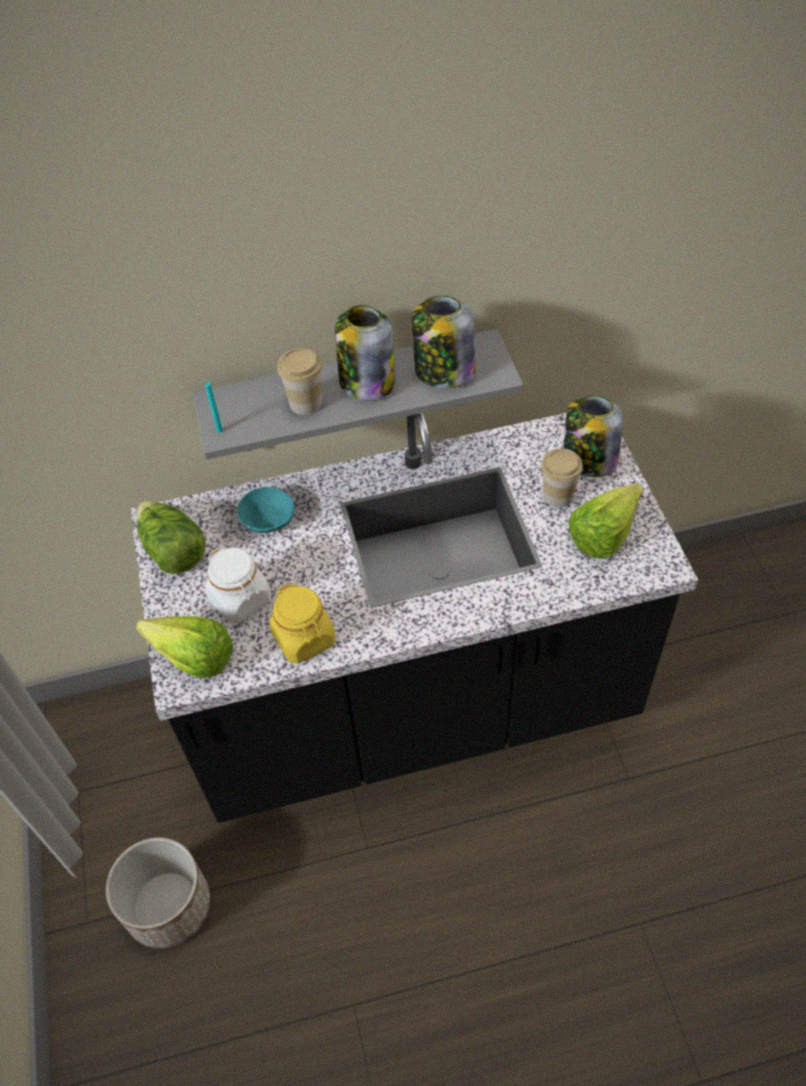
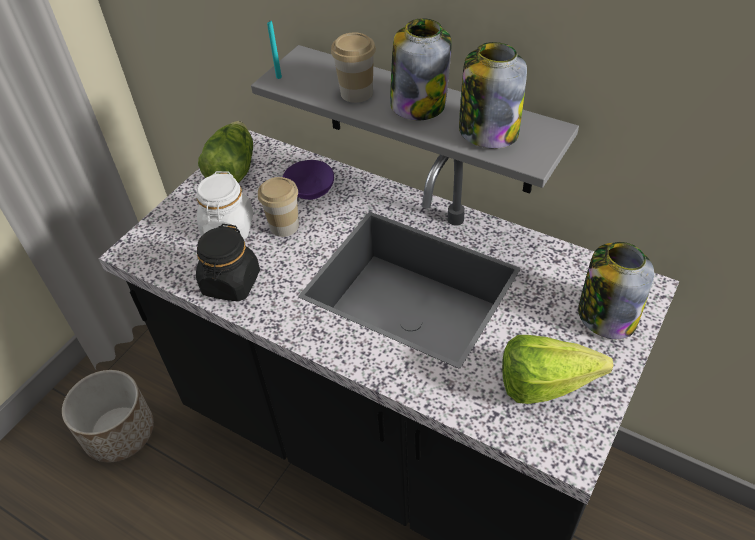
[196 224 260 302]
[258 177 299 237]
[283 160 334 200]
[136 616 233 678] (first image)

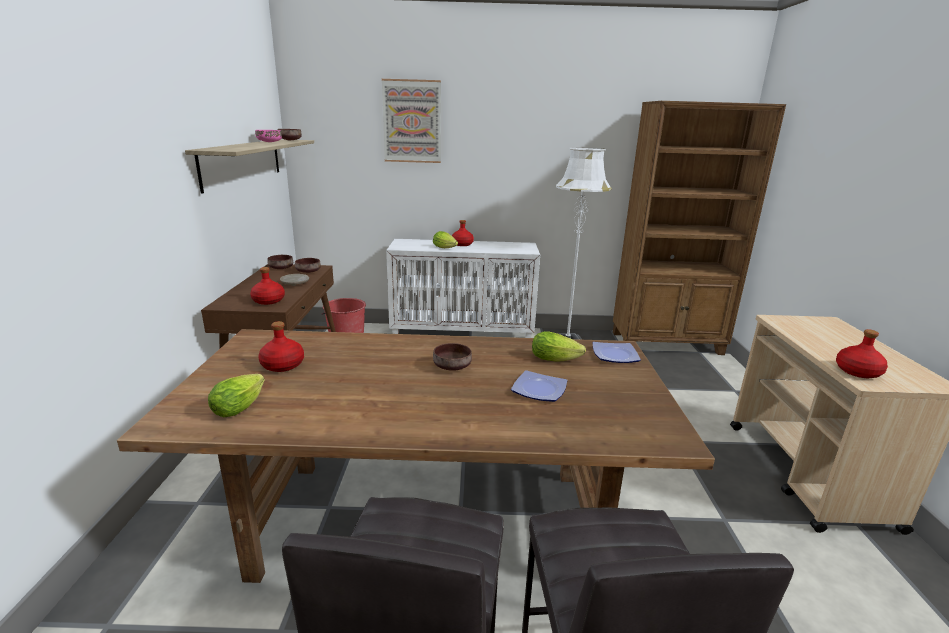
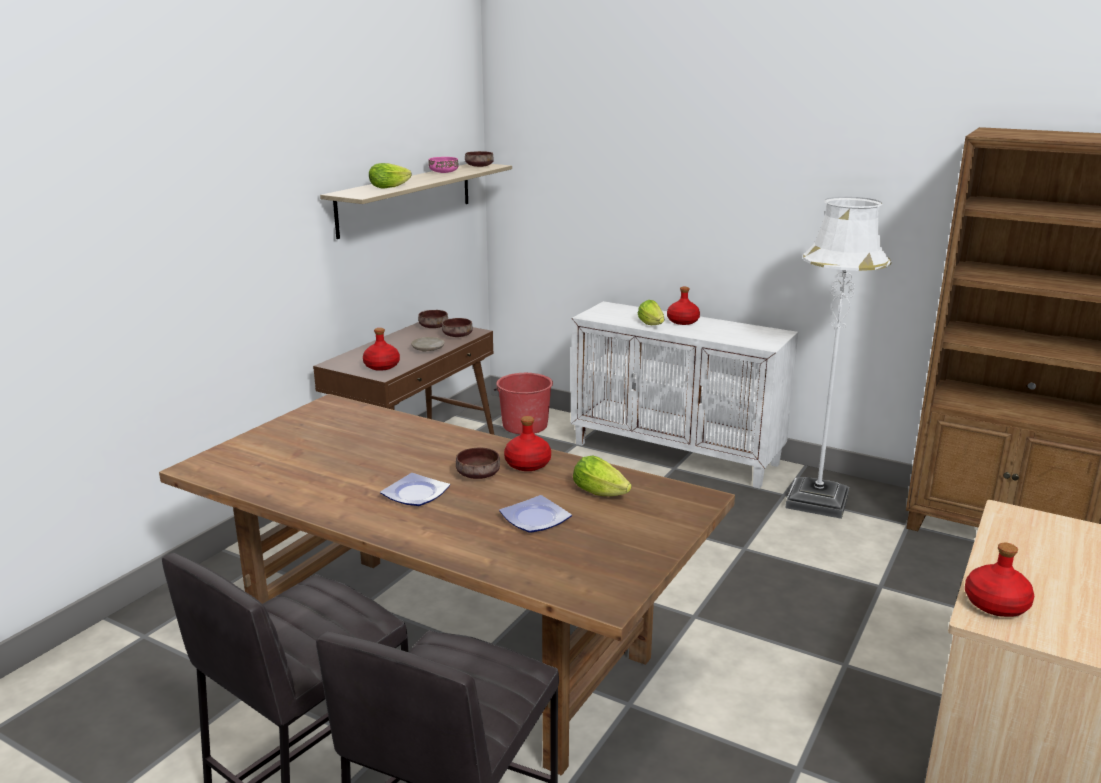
[369 163 412 189]
[380 473 450 506]
[504 416 551 471]
[382 79 441 163] (first image)

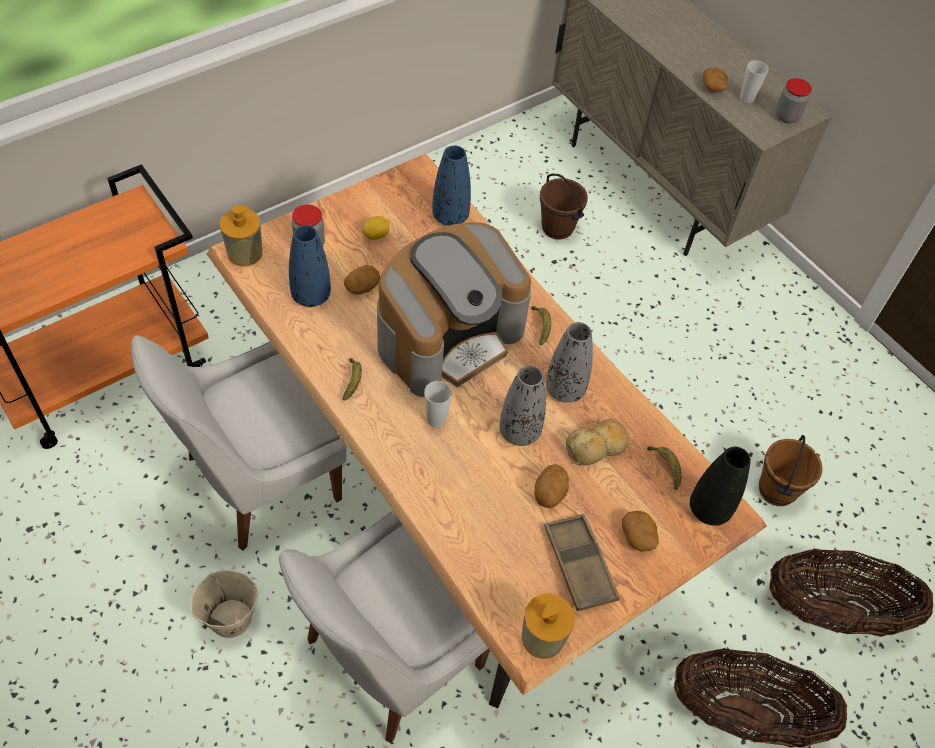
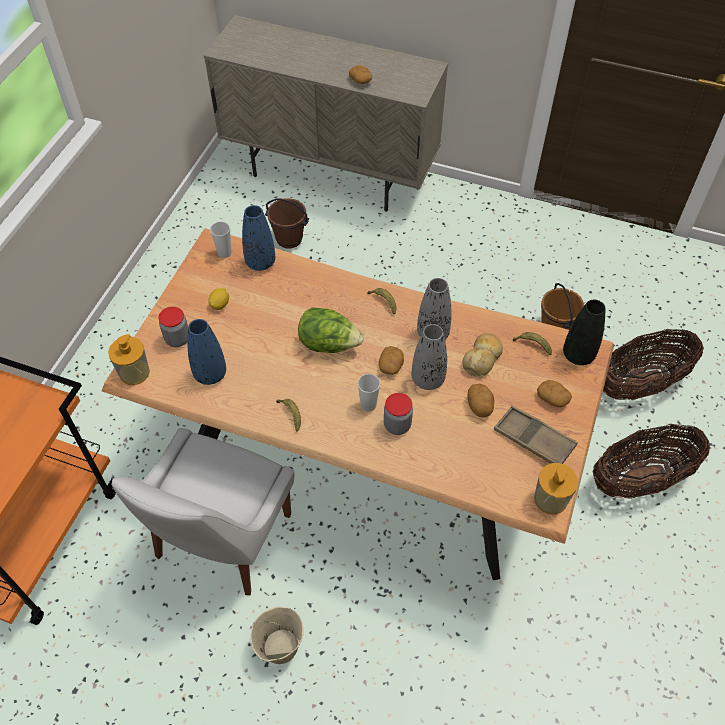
[210 221 232 258]
[298 307 363 353]
[379 346 404 375]
[384 393 413 435]
[279 510 490 743] (first image)

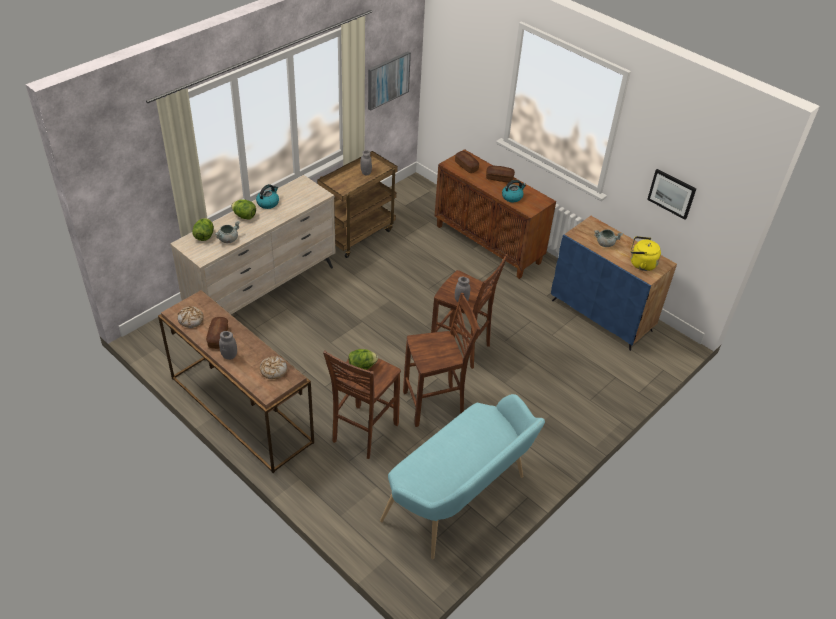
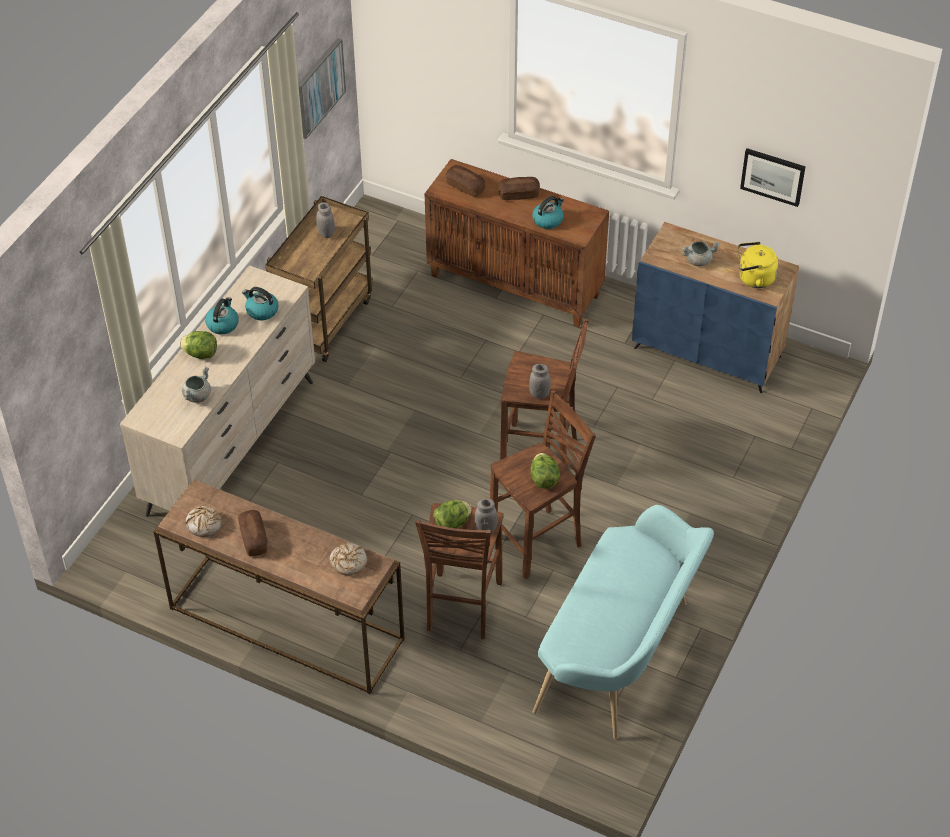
[242 287 279 320]
[474 499 497 533]
[531 453 560 489]

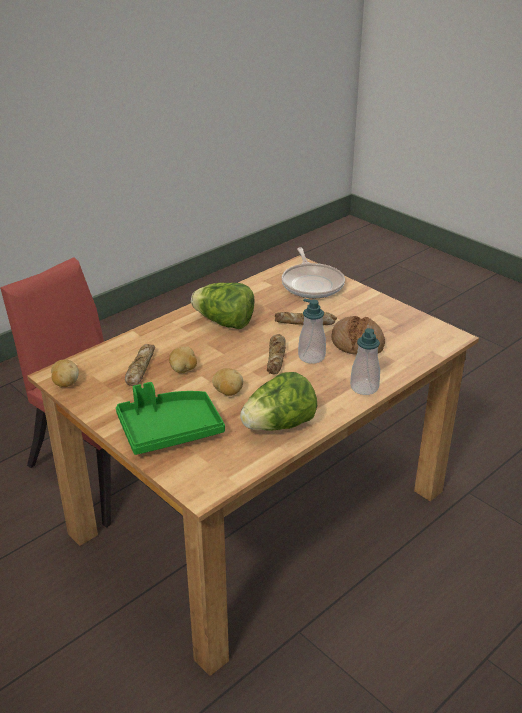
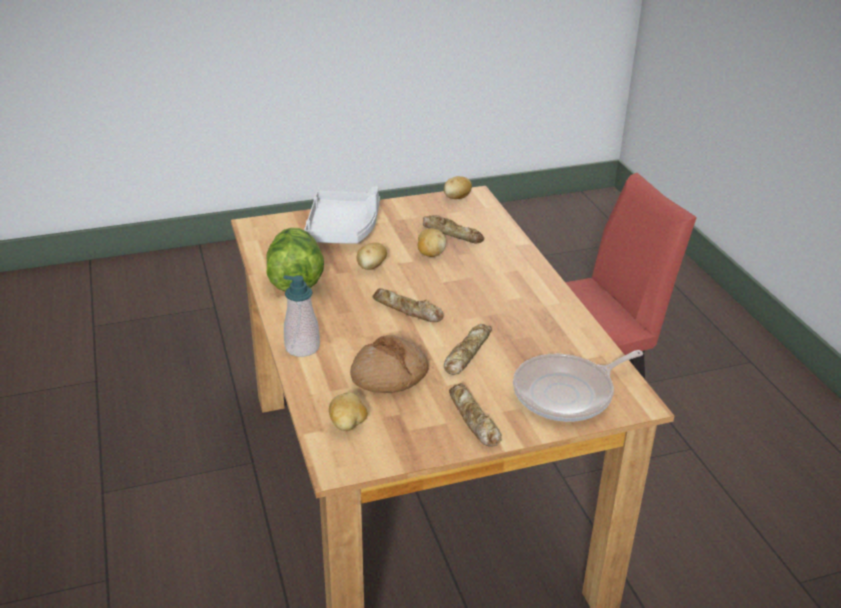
[304 187 380 244]
[329 392 368 431]
[449 383 501 447]
[513 350 643 422]
[191 283 255 329] (first image)
[298 298 326 364] (first image)

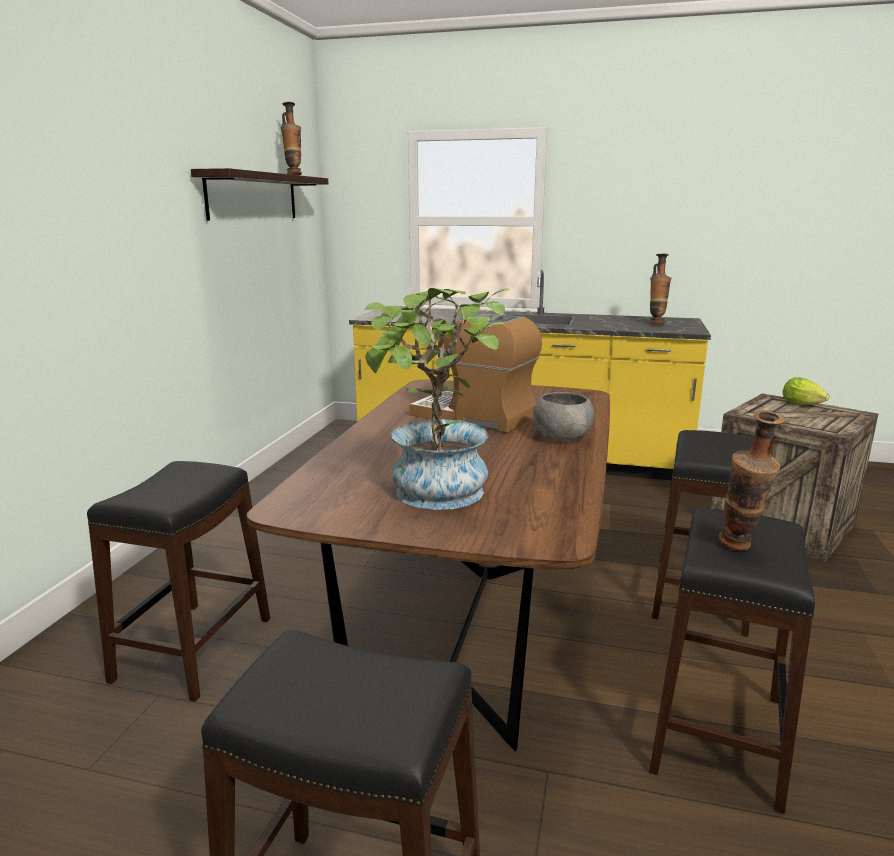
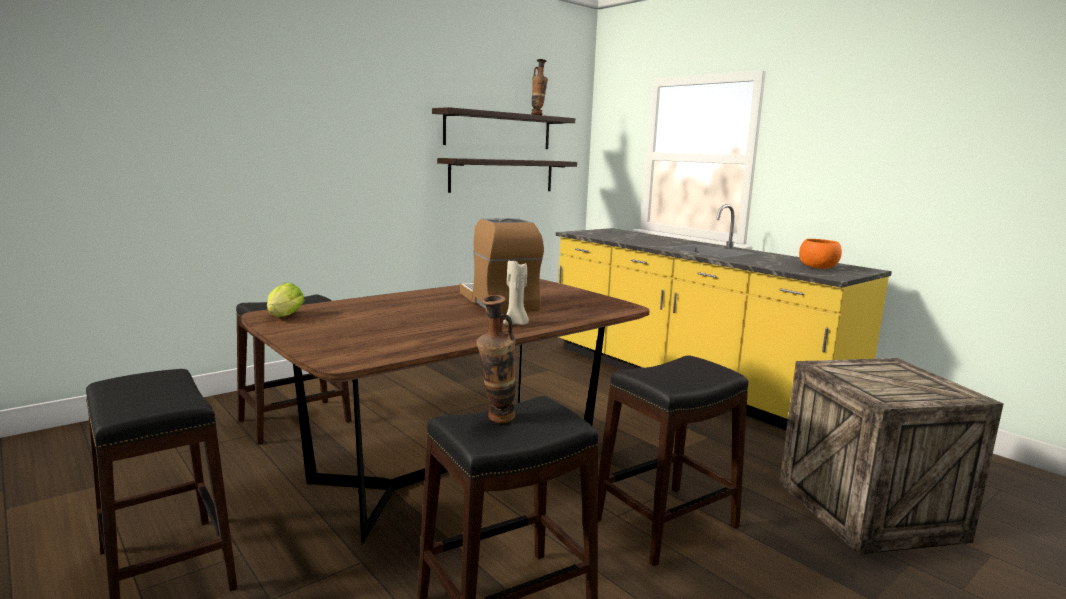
[267 282 305 317]
[437 158 577 193]
[503 260 529 325]
[799 239 842 269]
[364 288 509 510] (first image)

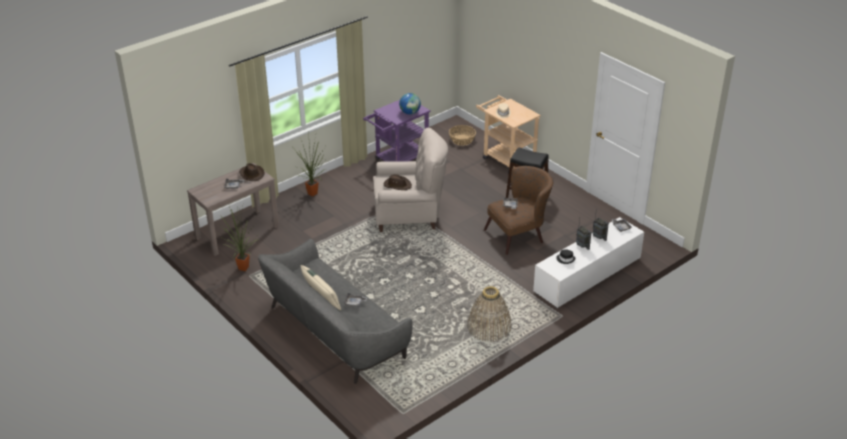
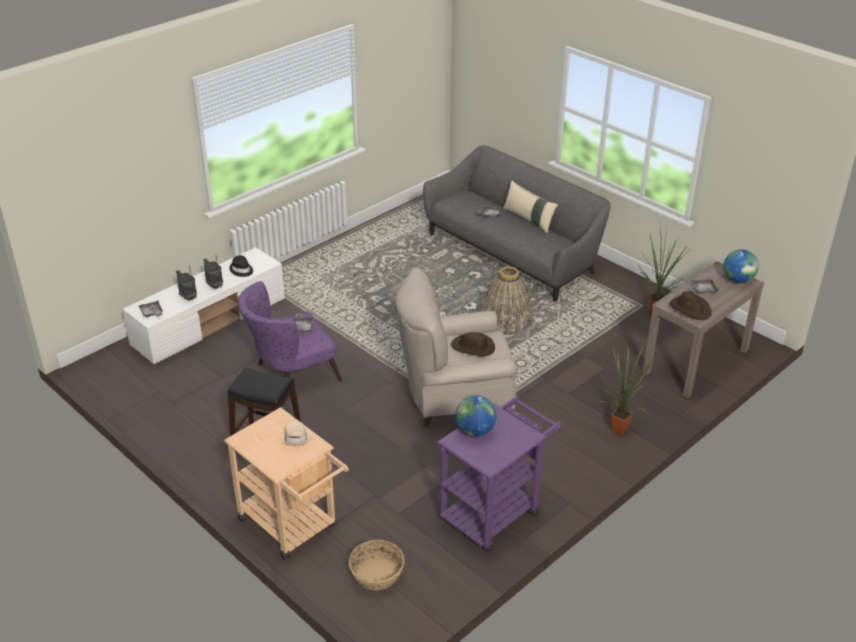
[238 281 342 381]
[481 267 533 334]
[723 249 759 283]

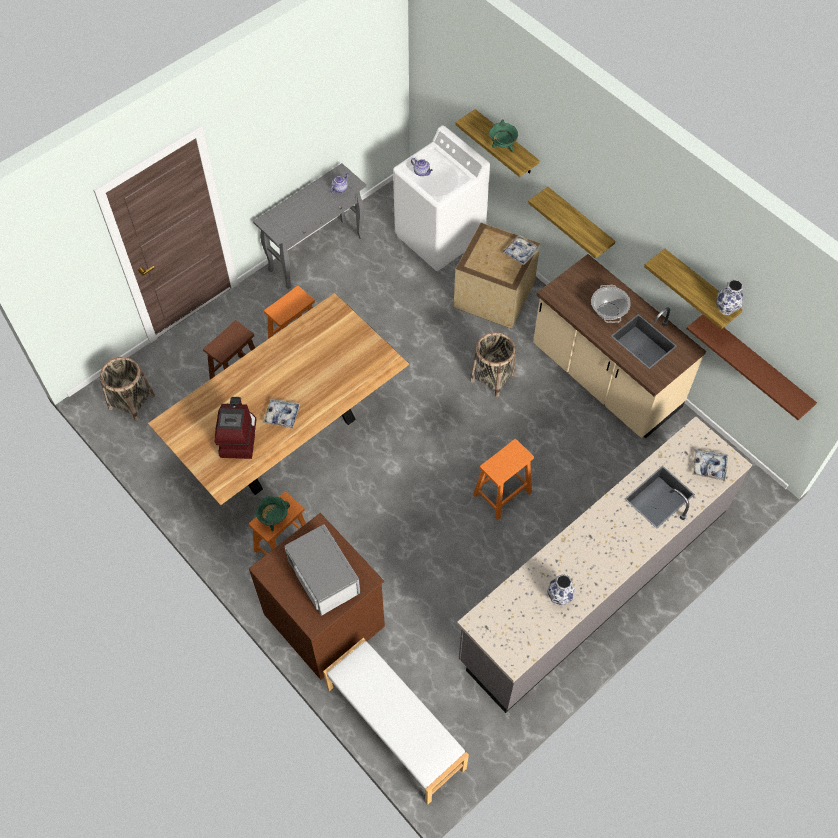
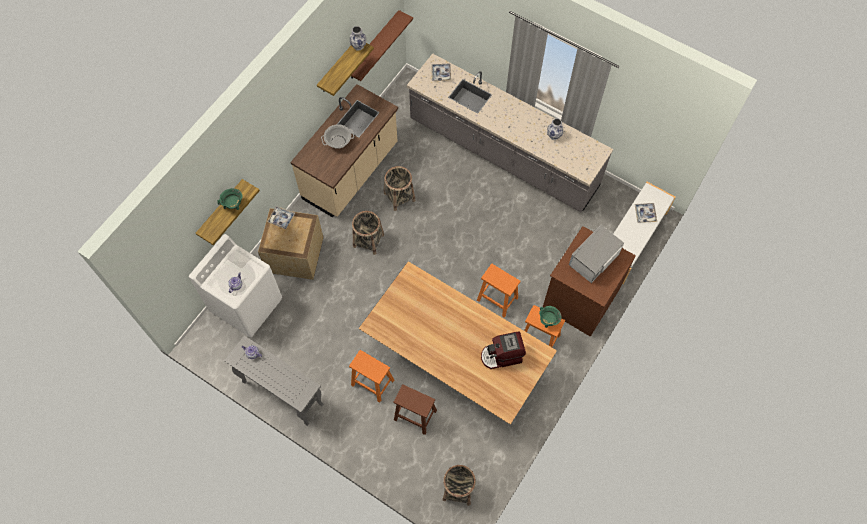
[384 166 415 211]
[477 264 521 318]
[634 203 657 223]
[528 187 616 259] (first image)

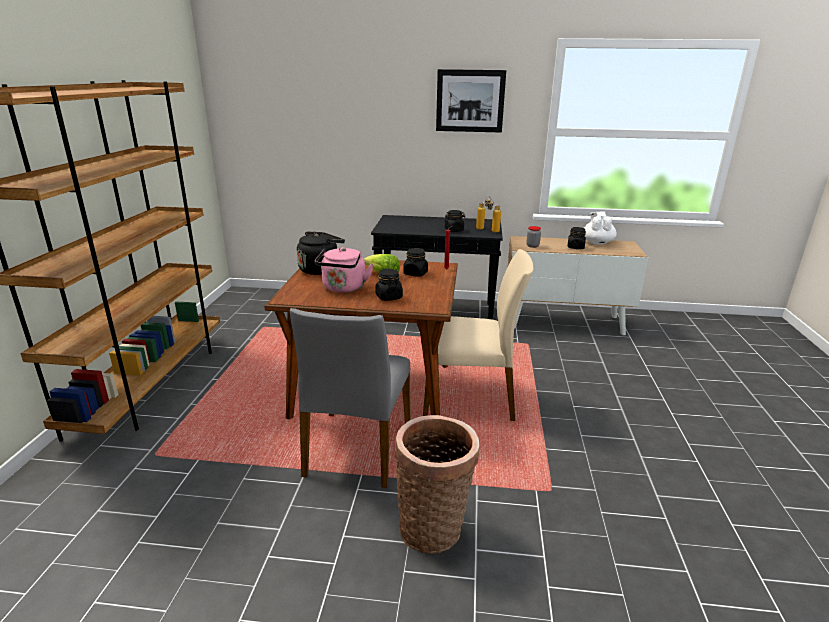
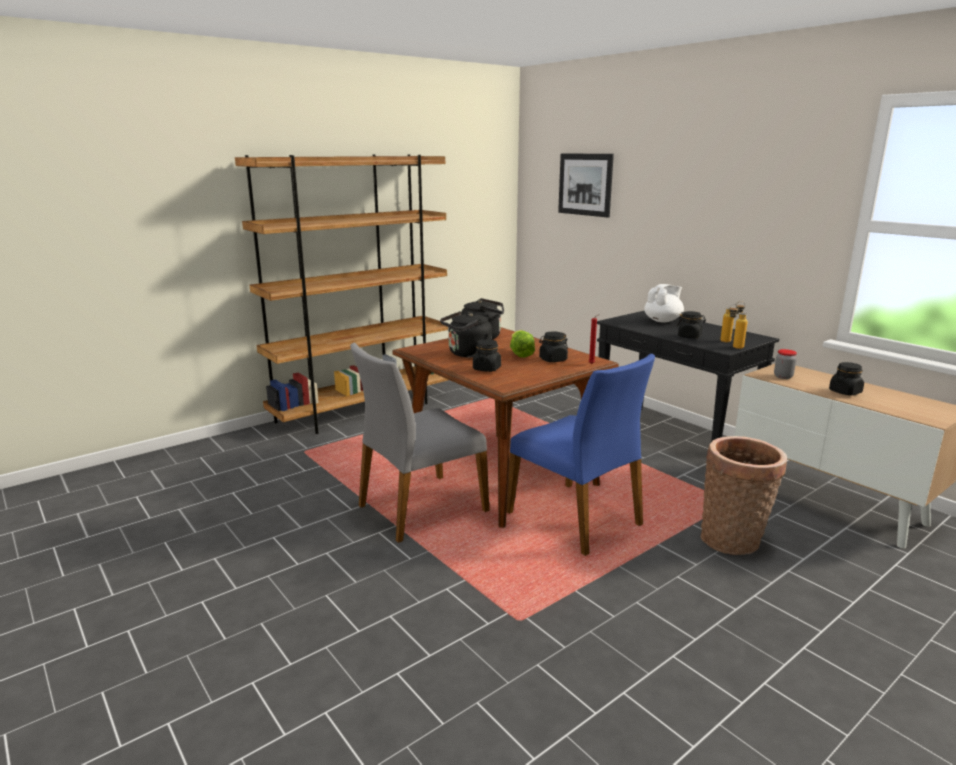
[440 311 492 358]
[507 354 655 556]
[558 153 614 217]
[644 284 684 322]
[701 436 787 555]

